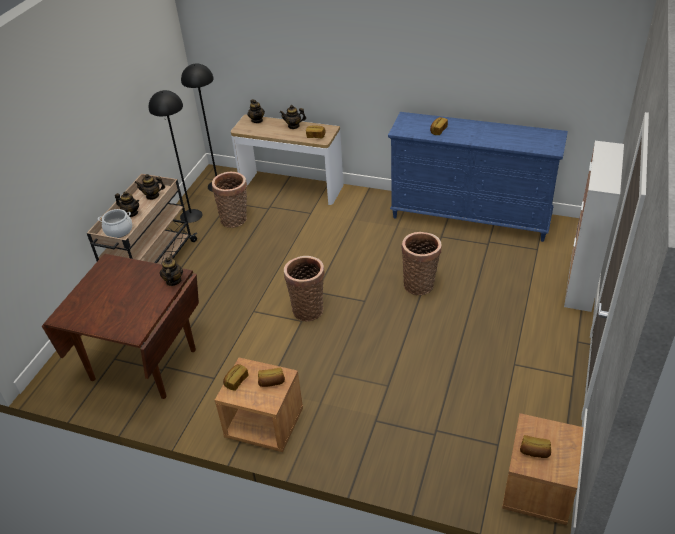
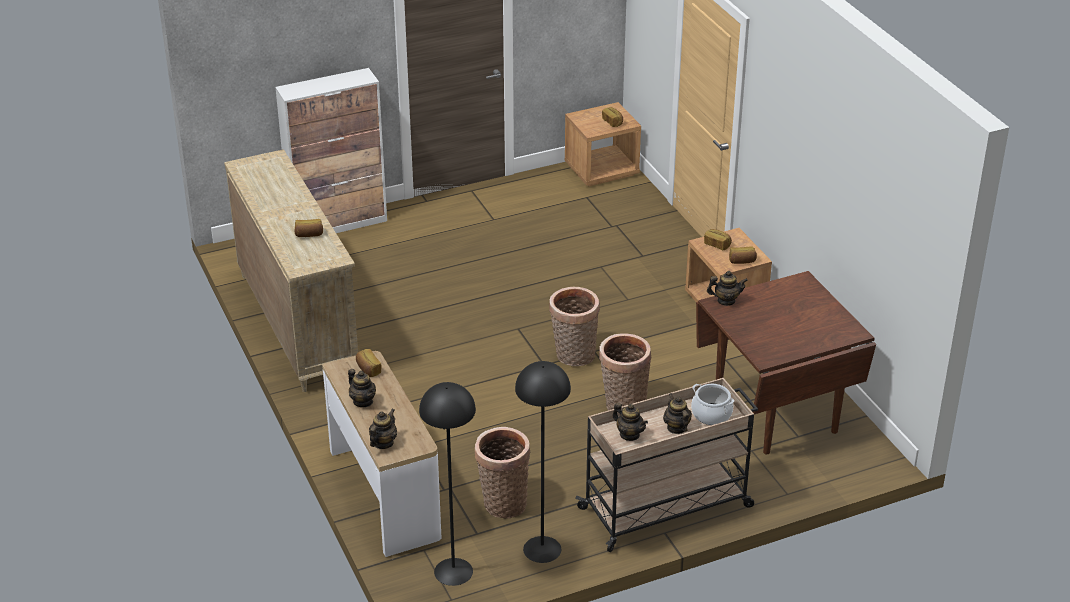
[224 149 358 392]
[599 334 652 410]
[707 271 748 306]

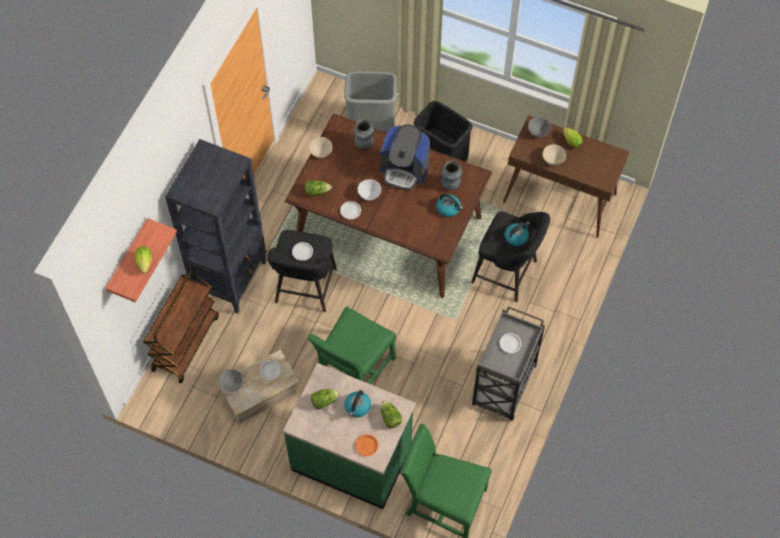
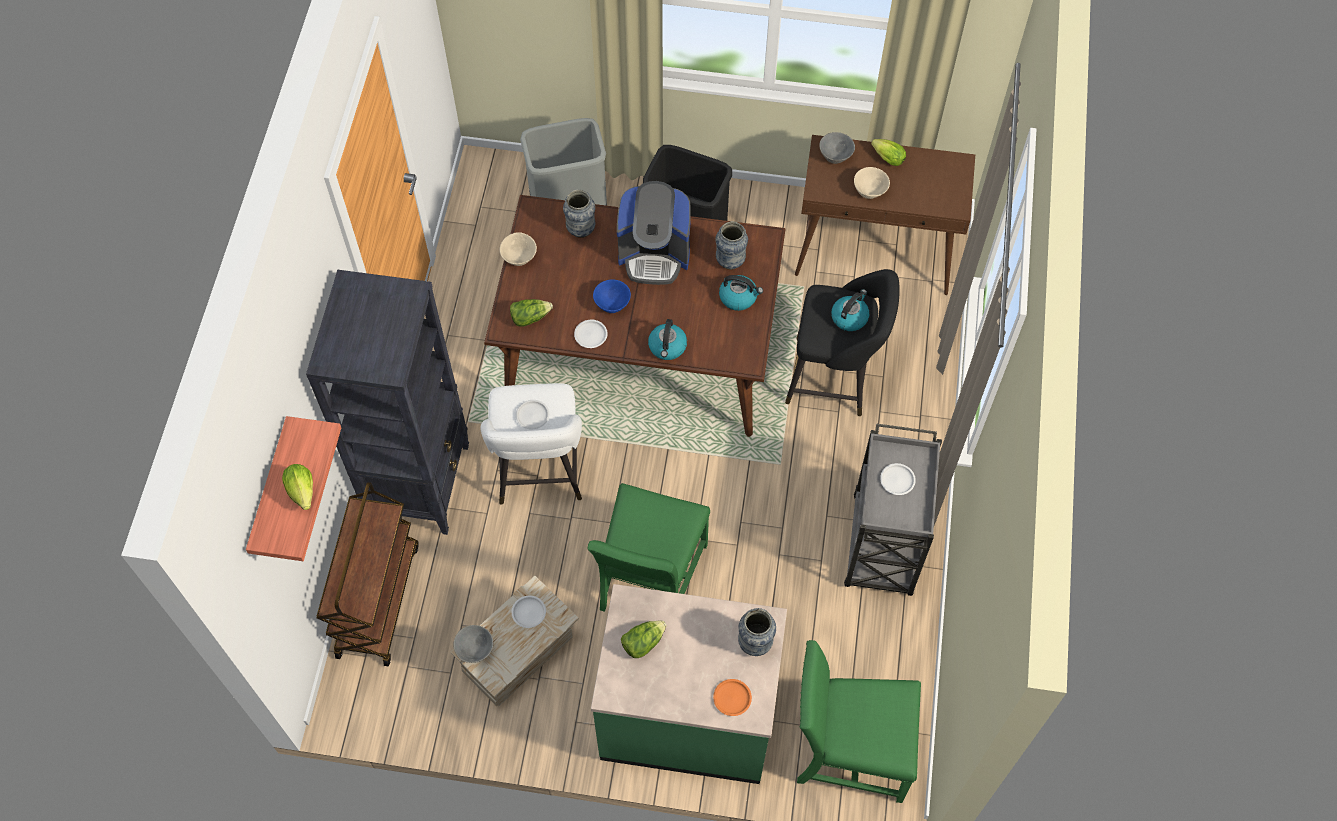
[480 383 582 504]
[593 279 631 313]
[648 319 687 360]
[738 608 776 656]

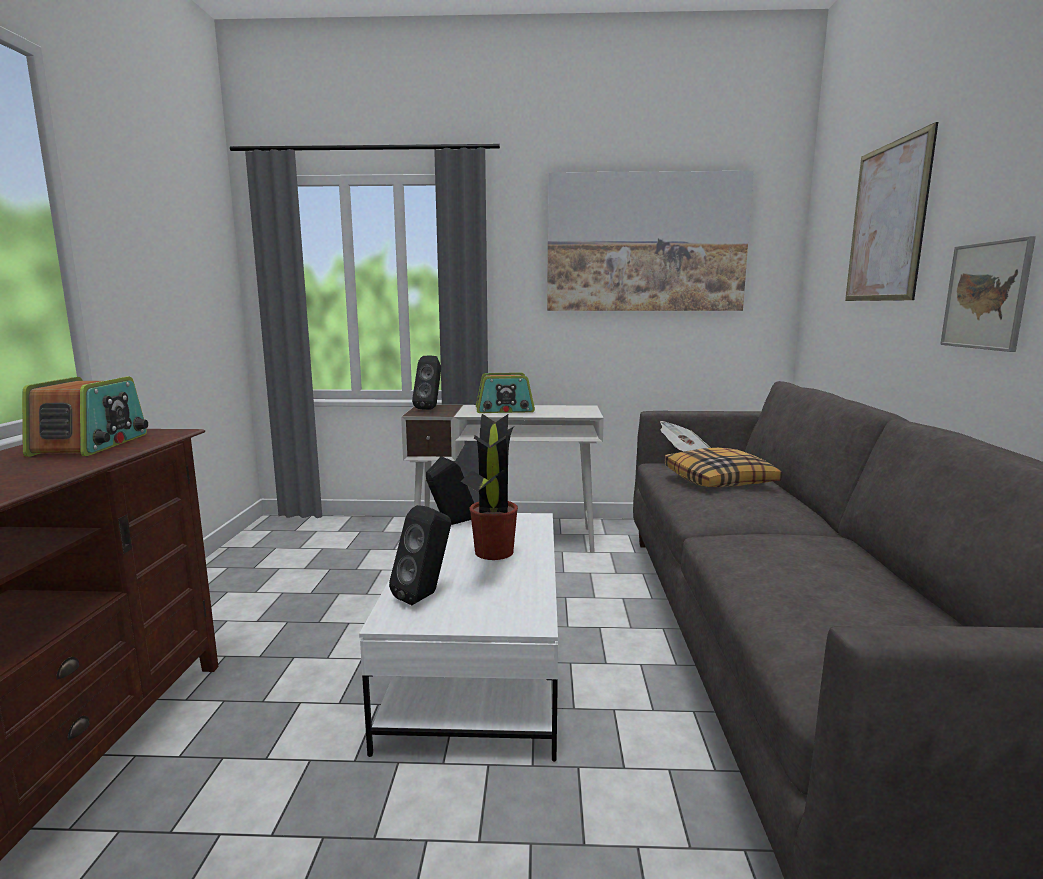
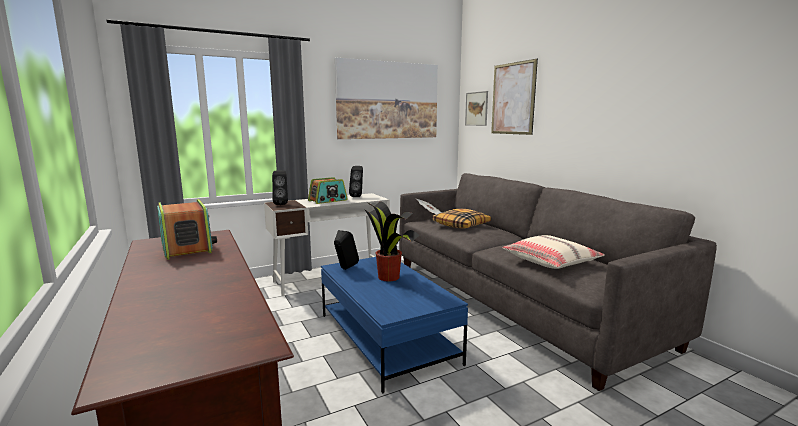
[321 257 468 393]
[349 166 363 197]
[465 91 488 126]
[502 235 605 269]

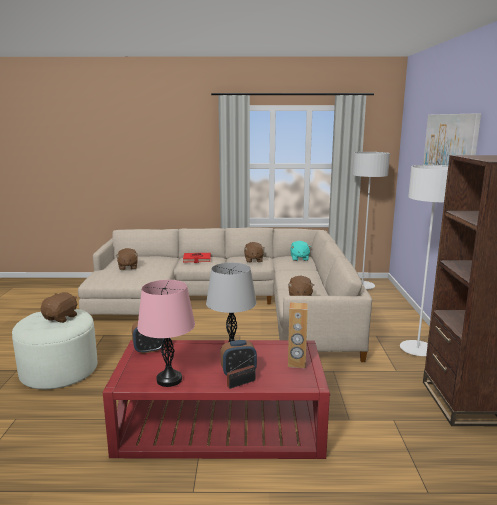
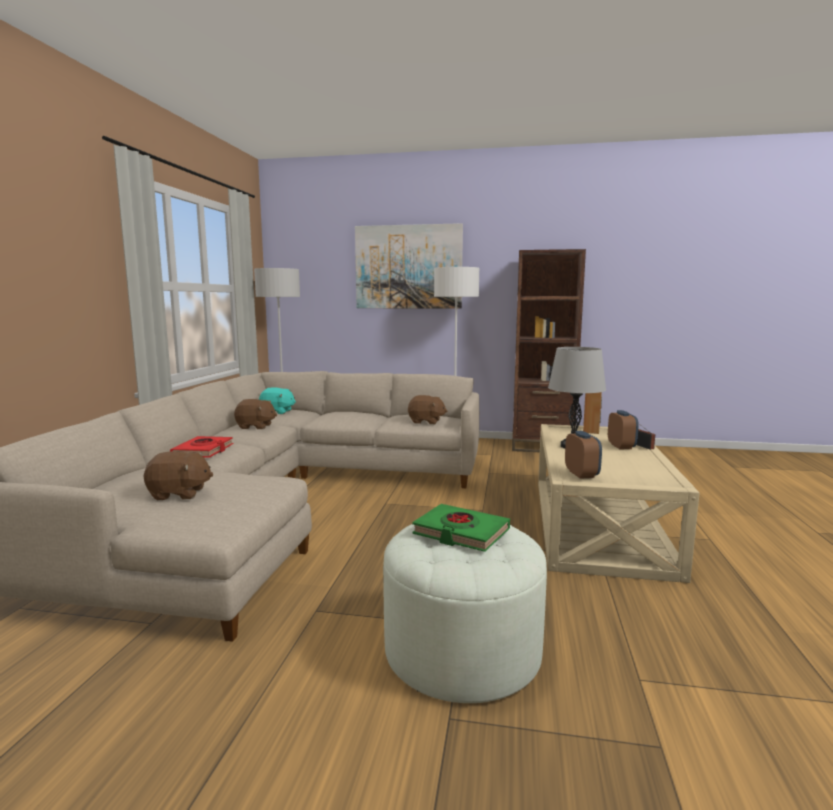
[412 504 510 552]
[538 424 699 583]
[137 280 195 387] (first image)

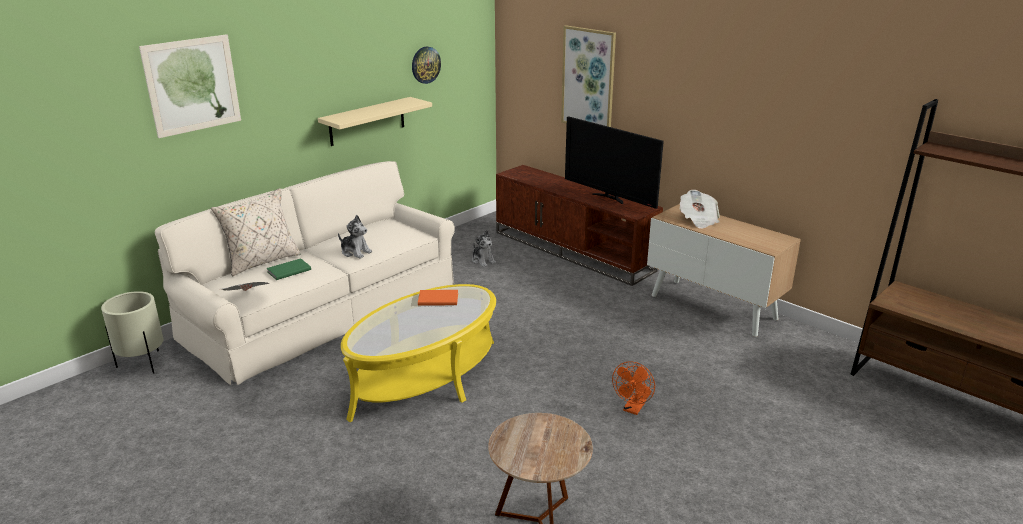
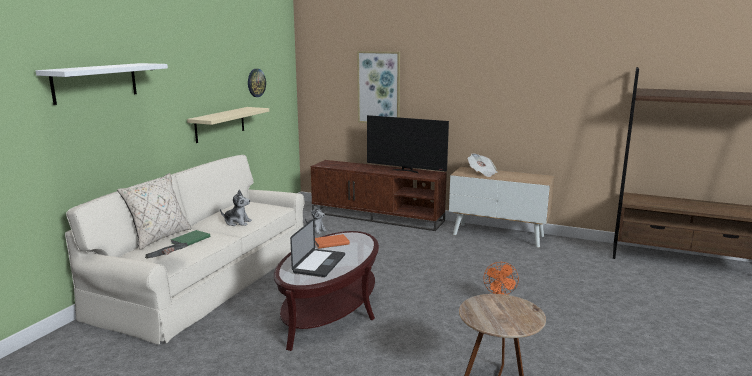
[36 63 168 105]
[274 231 379 351]
[290 218 345 277]
[101 291 163 374] (first image)

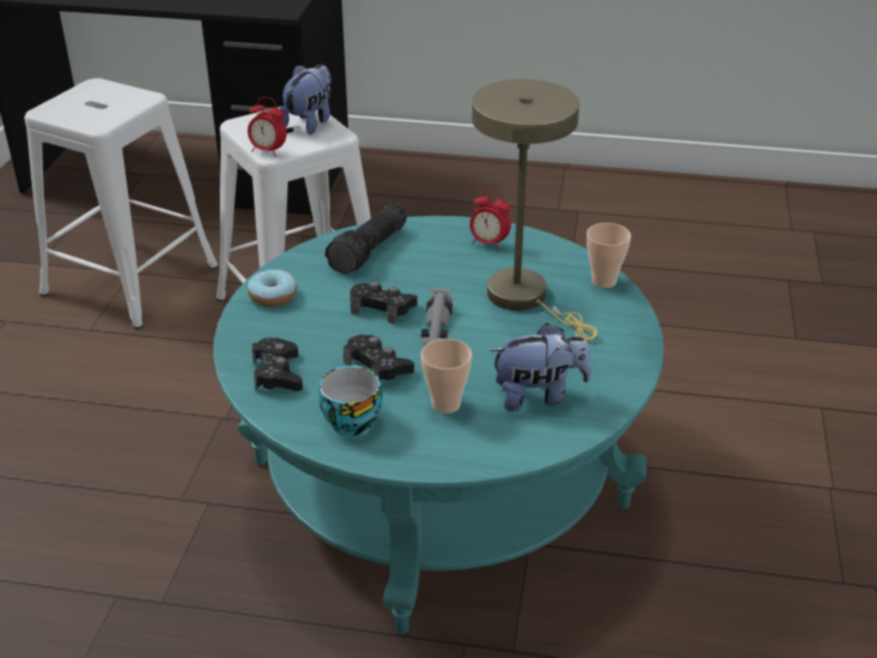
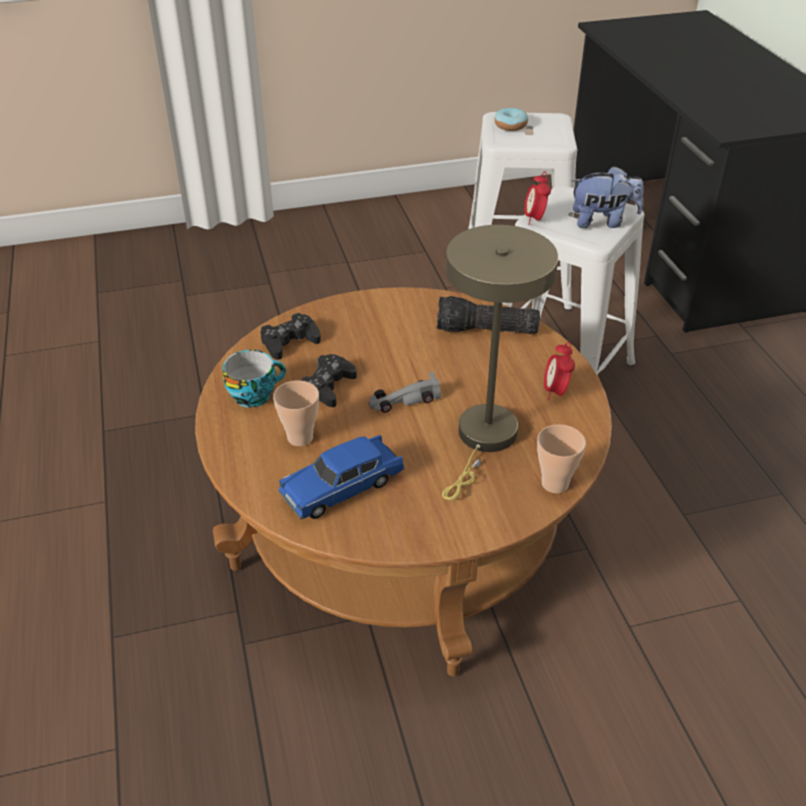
[195 287 612 677]
[278 435 405 519]
[494 108 528 131]
[350 282 417 324] (first image)

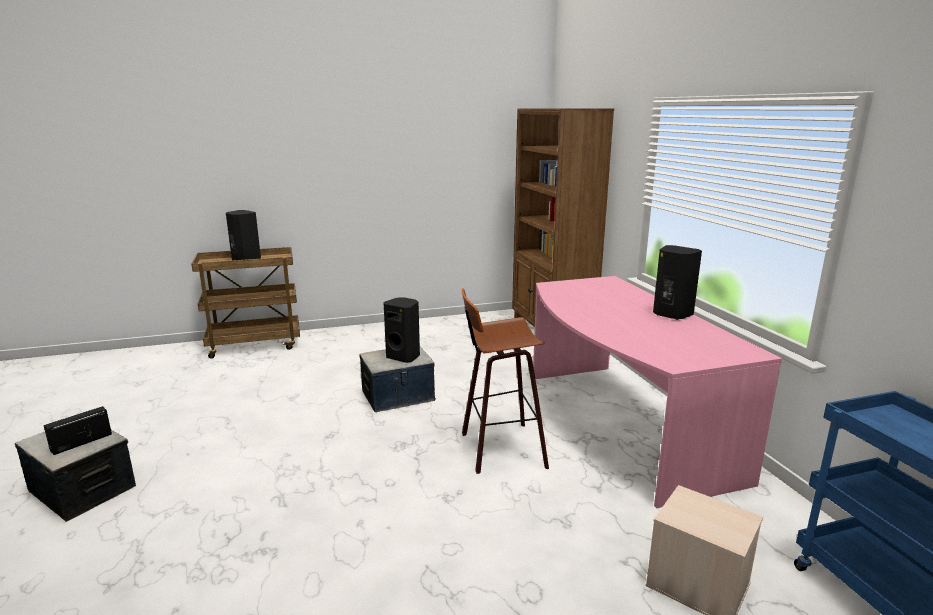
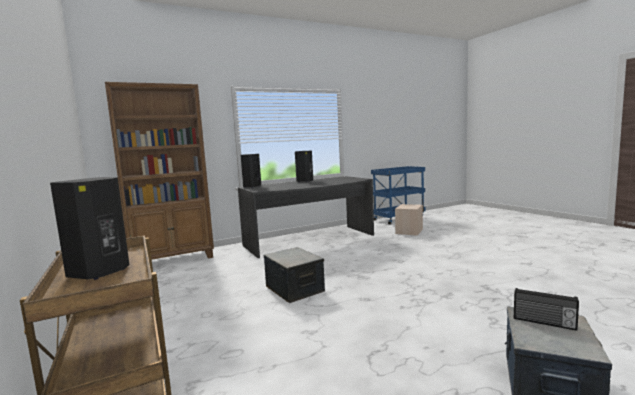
[238 176 374 258]
[241 154 261 188]
[462 288 549 474] (first image)

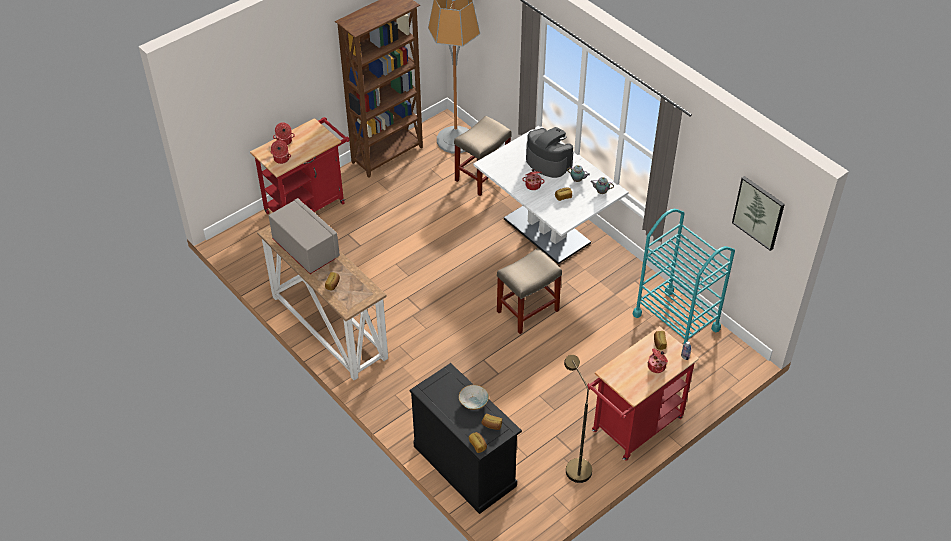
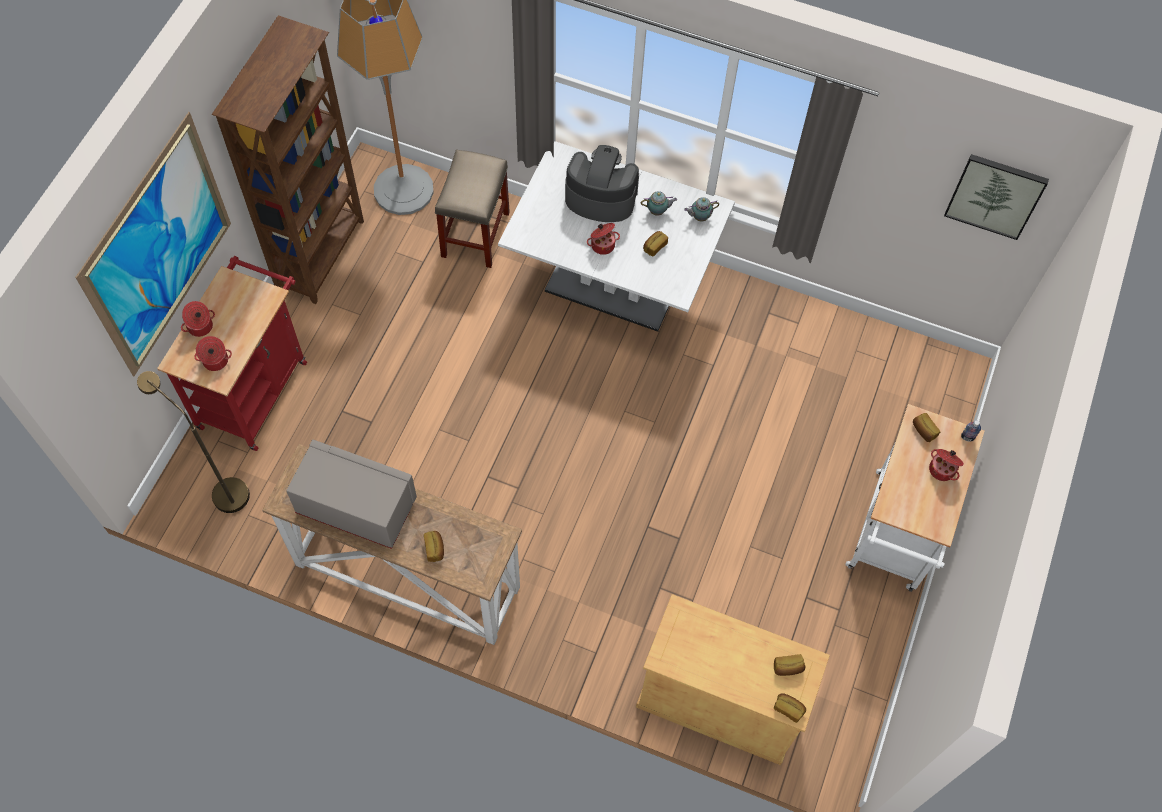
[75 112 231 376]
[137 371 250 513]
[636 594 830 765]
[845 404 985 592]
[459 385 489 410] (first image)
[497 248 562 334] (first image)
[633 209 735 344] (first image)

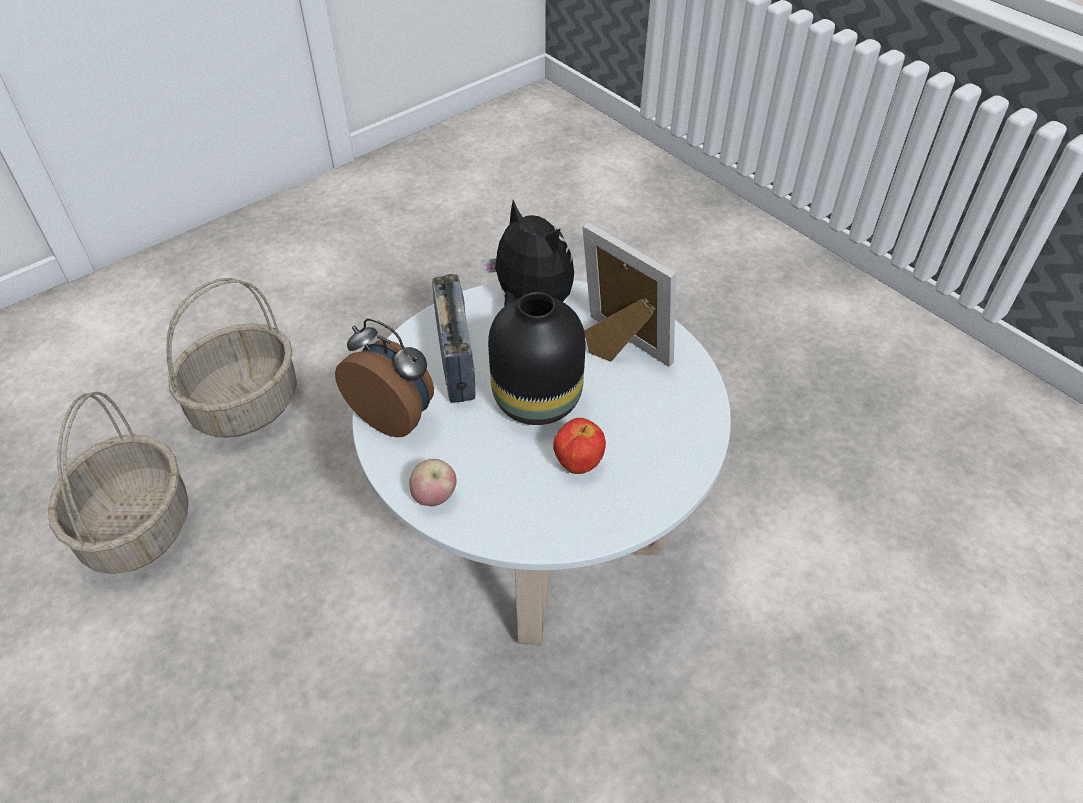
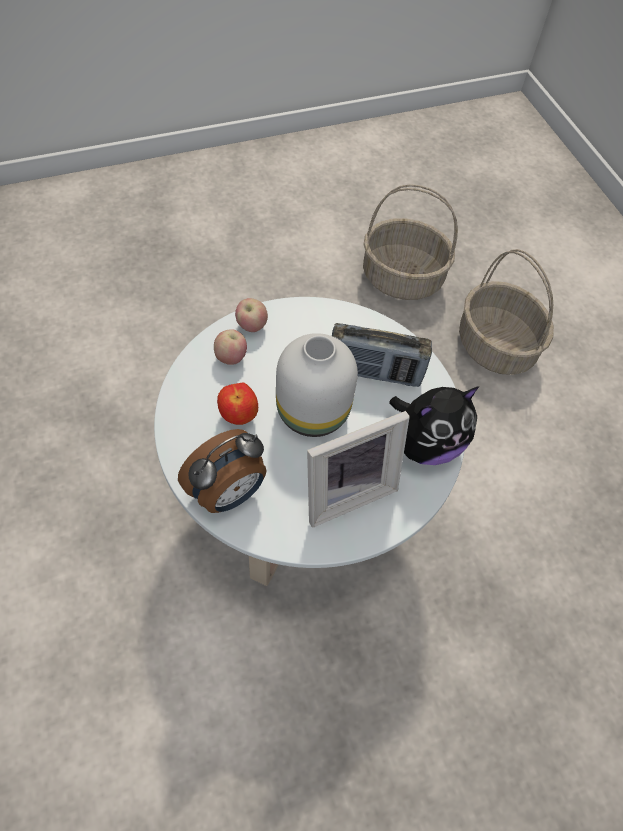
[178 429 267 513]
[214 329 247 365]
[276 333 358 437]

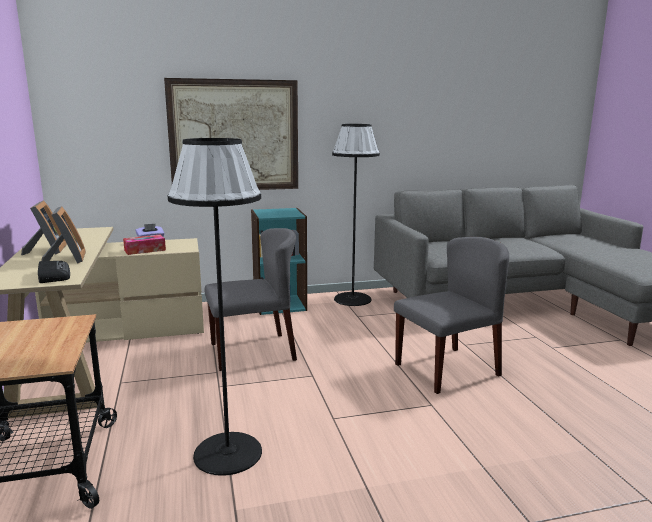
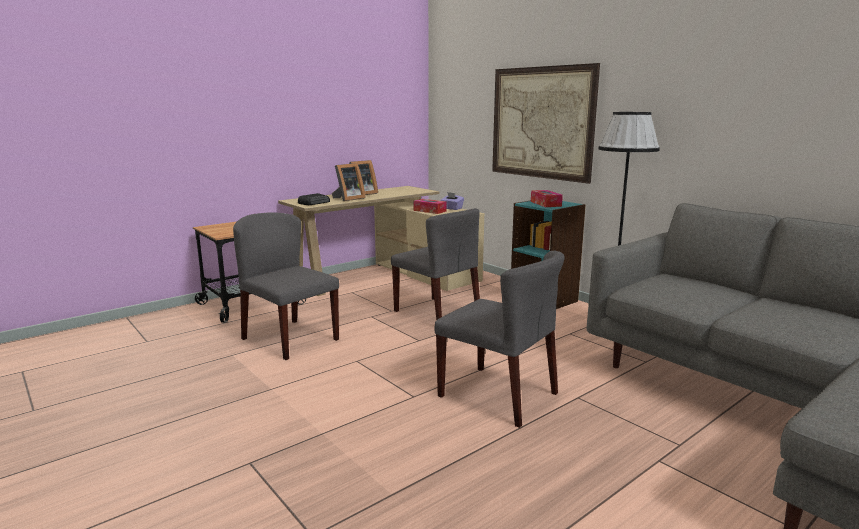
[233 212 339 360]
[531 190 563 207]

